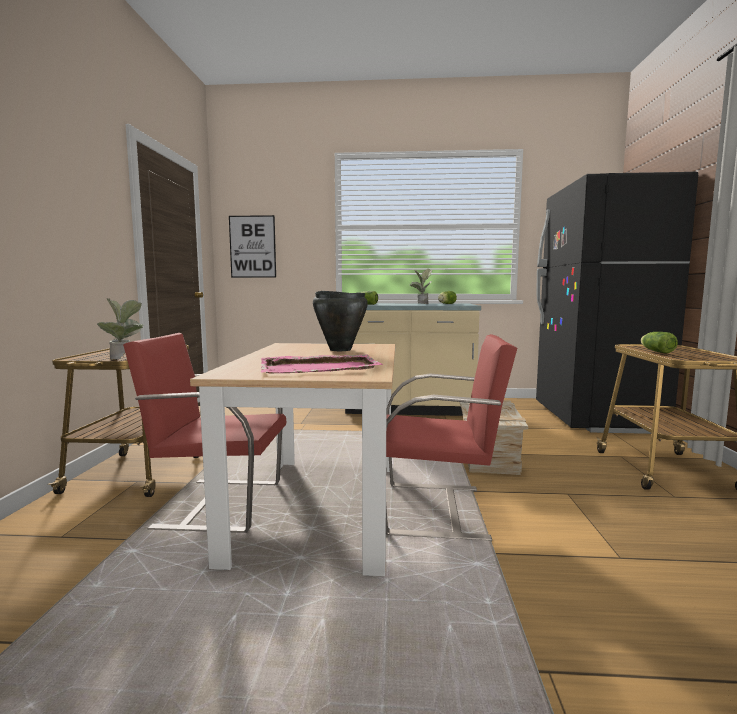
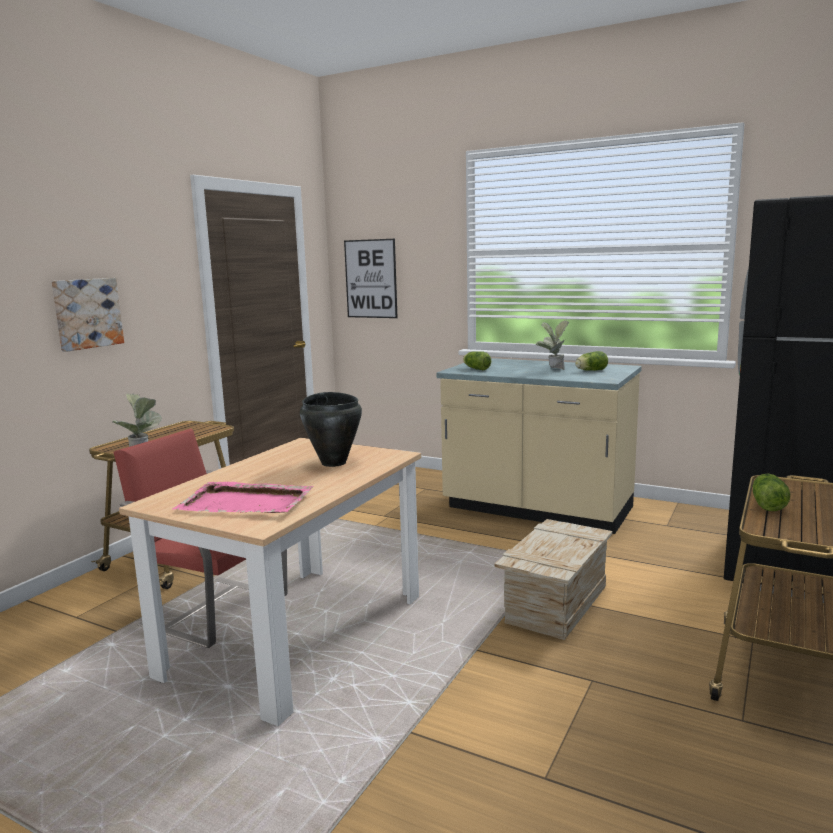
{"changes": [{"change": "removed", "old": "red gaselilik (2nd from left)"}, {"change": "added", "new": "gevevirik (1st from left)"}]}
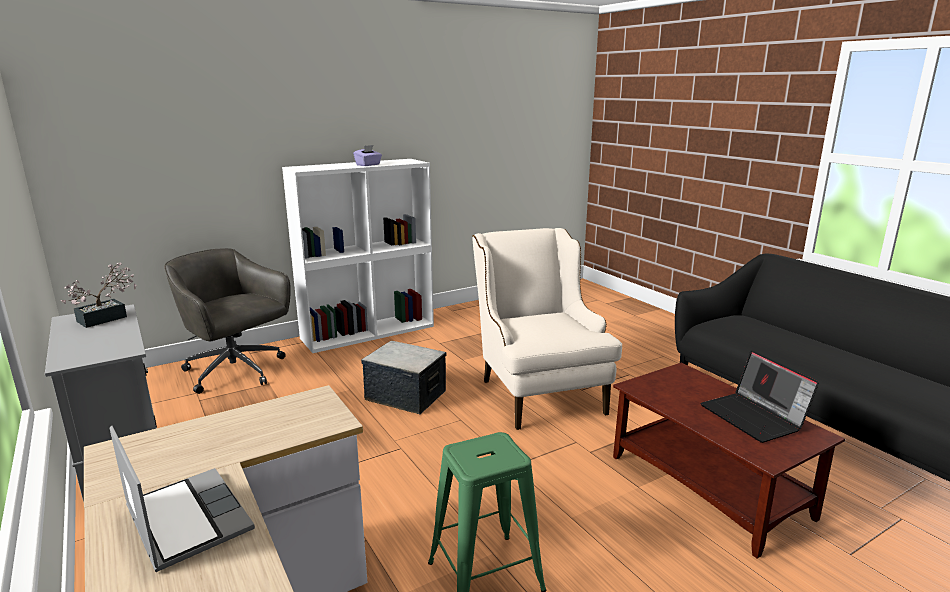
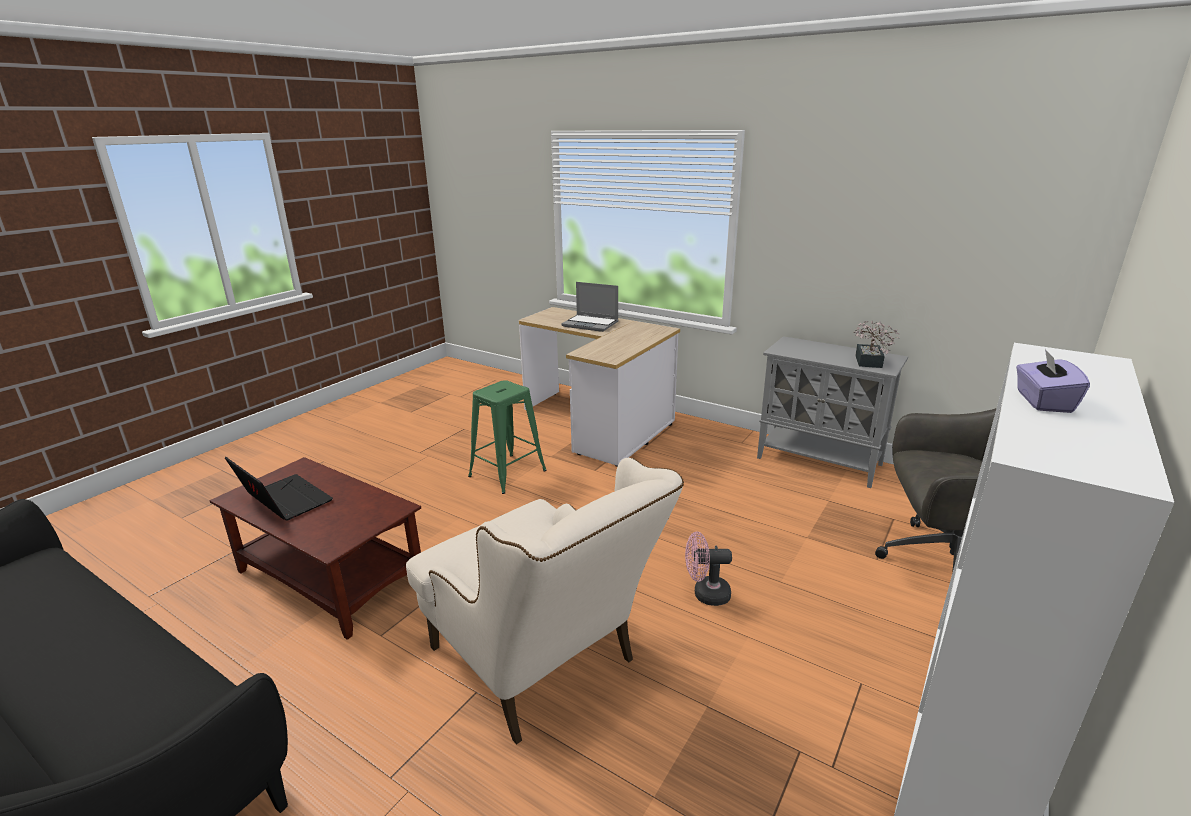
{"changes": [{"change": "replaced", "old": "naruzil", "new": "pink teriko"}]}
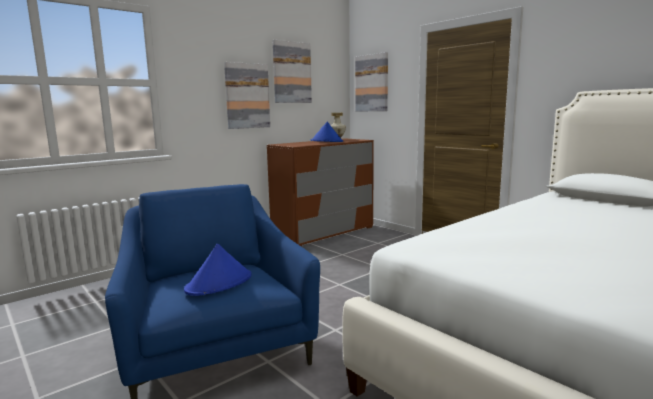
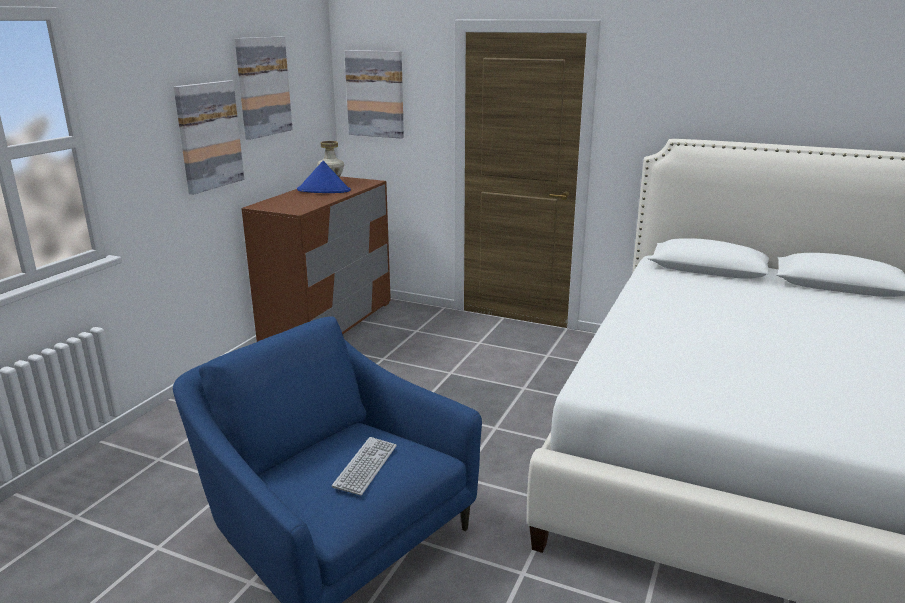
{"changes": [{"change": "replaced", "old": "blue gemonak (1st from left)", "new": "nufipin"}]}
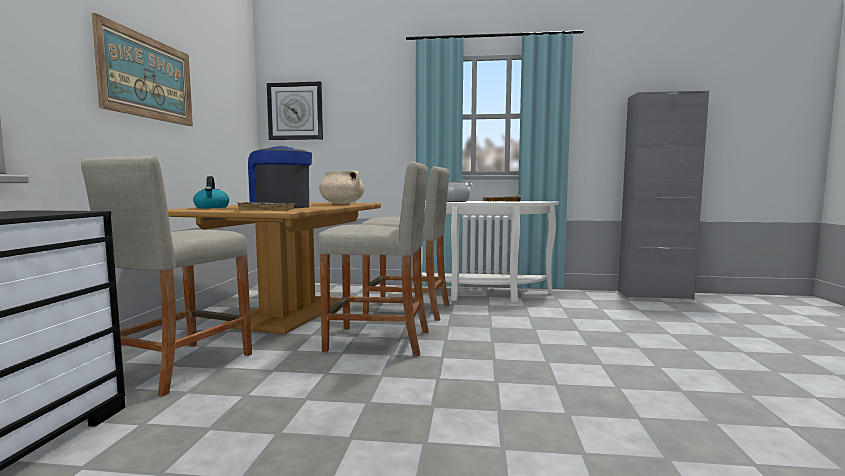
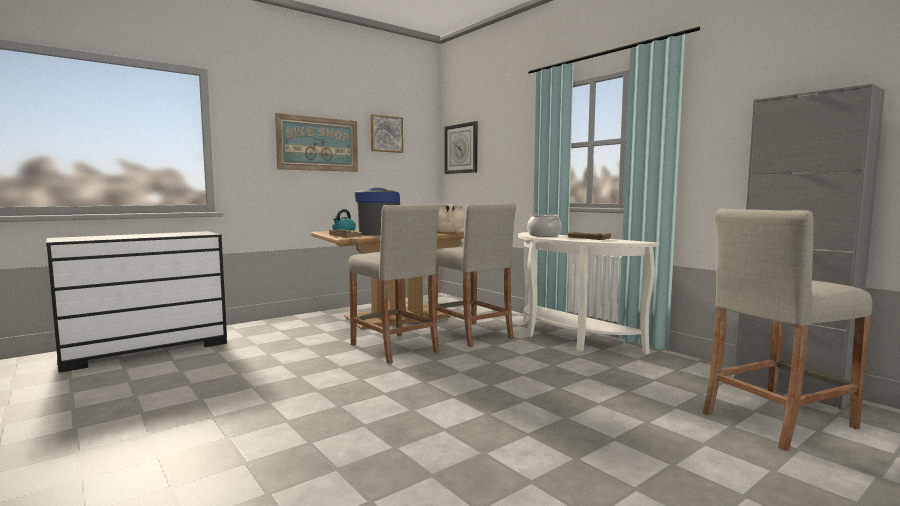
{"changes": [{"change": "moved", "old": "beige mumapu (1st from left in the first image)", "new": "beige mumapu (3rd from left)"}, {"change": "added", "new": "gevevirik (2nd from left)"}]}
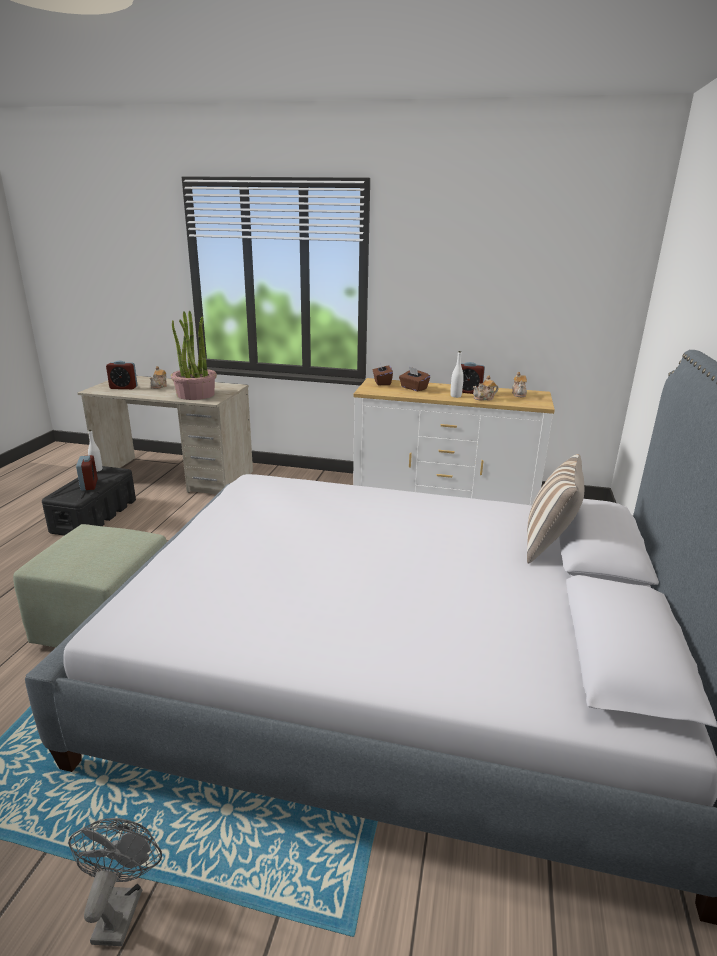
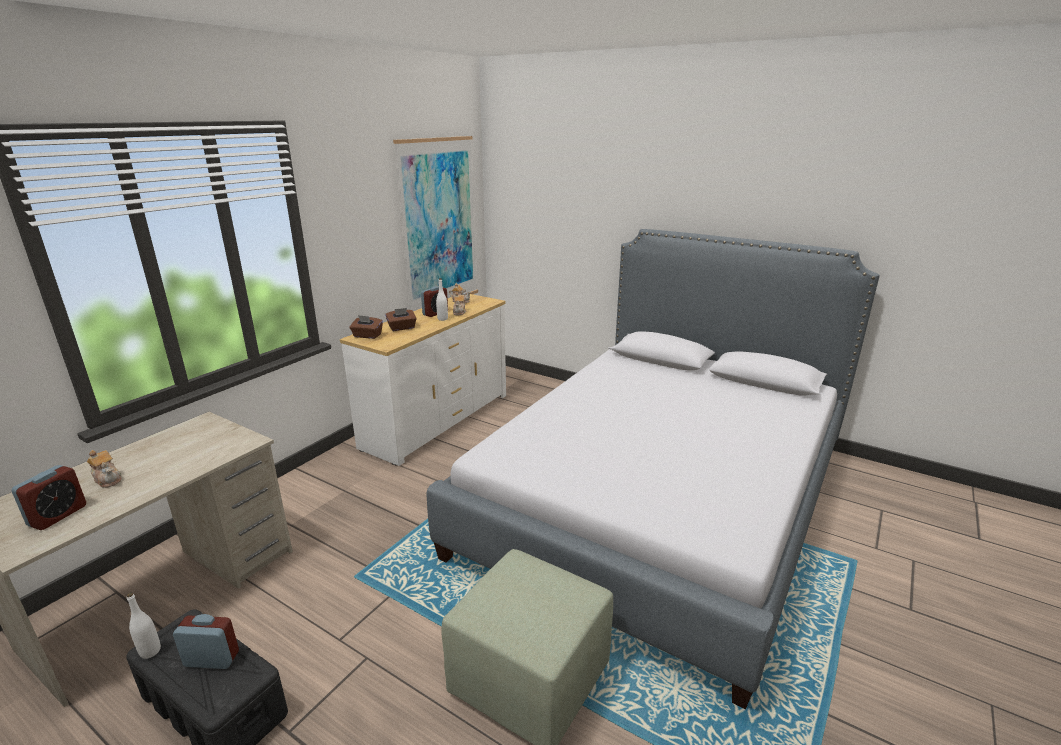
{"changes": [{"change": "removed", "old": "grey teriko"}, {"change": "removed", "old": "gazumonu"}, {"change": "removed", "old": "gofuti"}, {"change": "added", "new": "gevevirik"}]}
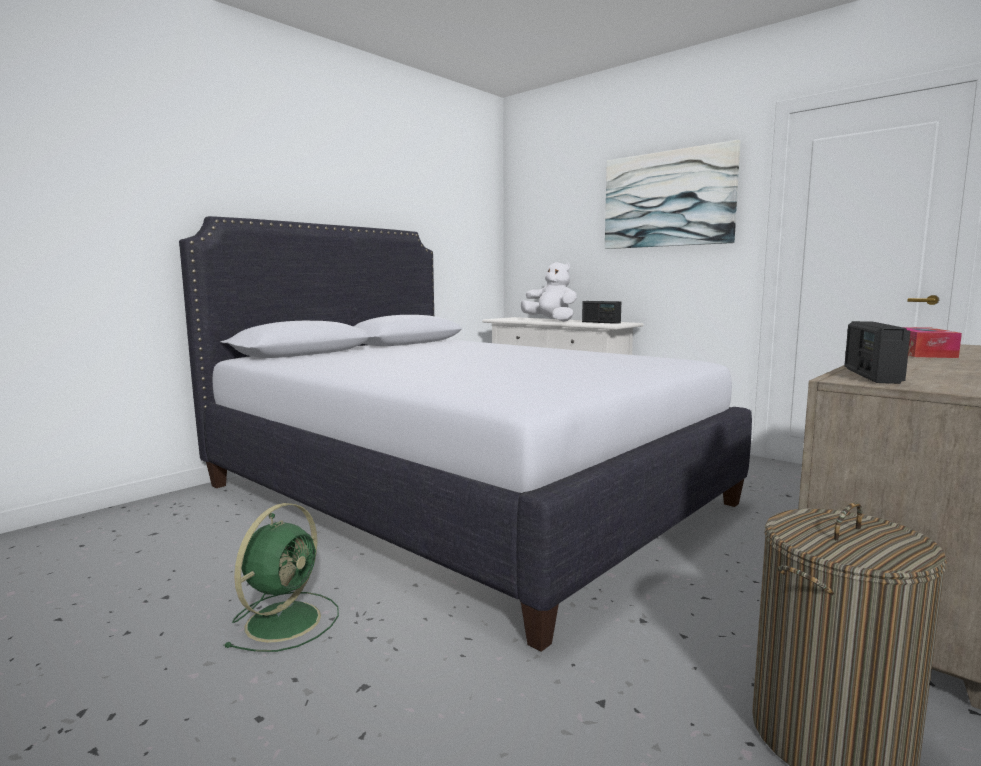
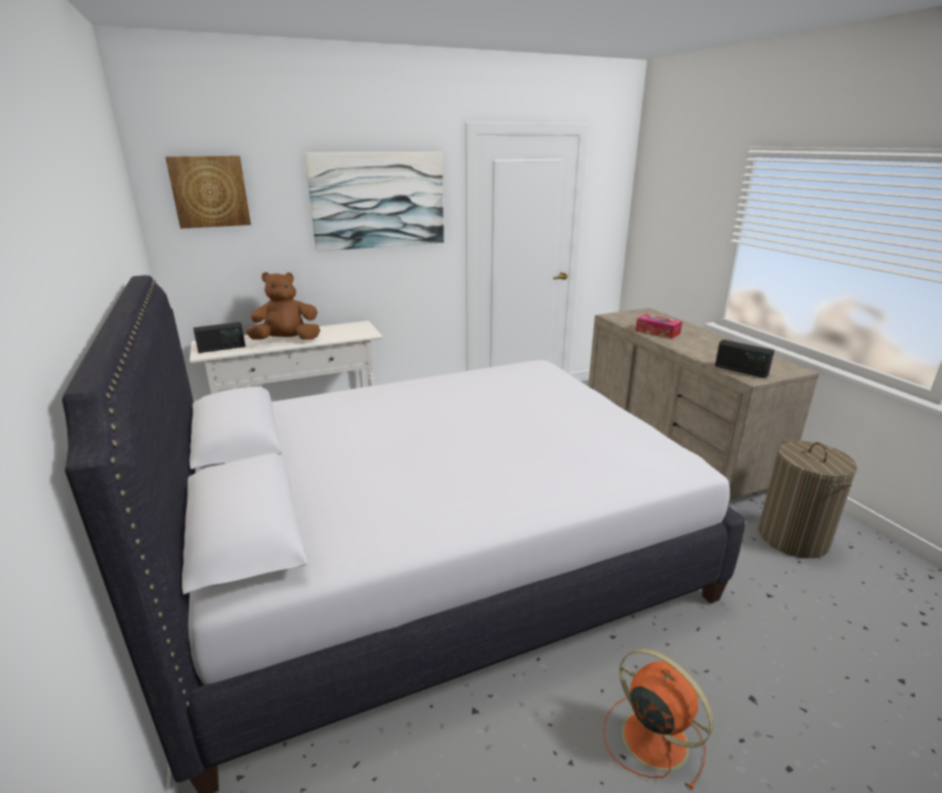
{"changes": [{"change": "recoloured", "old": "green teriko", "new": "orange teriko"}, {"change": "recoloured", "old": "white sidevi", "new": "brown sidevi"}, {"change": "moved", "old": "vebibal (1st from left)"}, {"change": "added", "new": "gevevirik (1st from left)"}]}
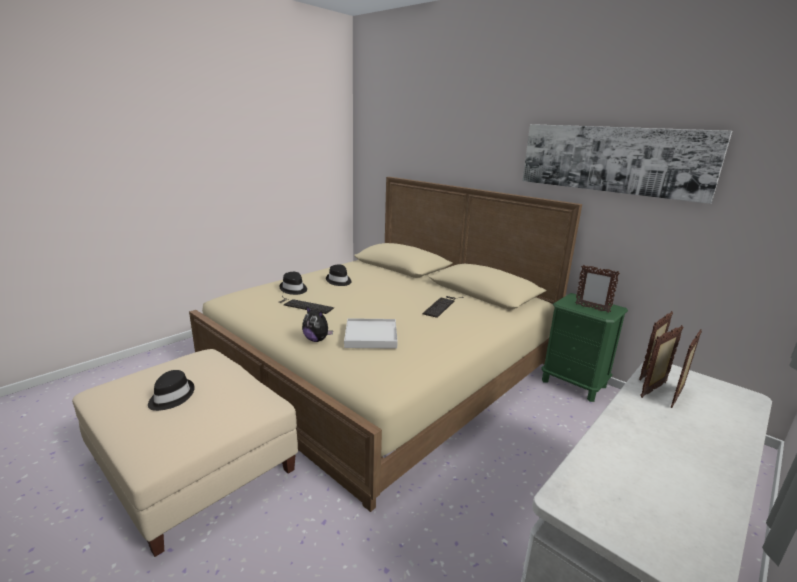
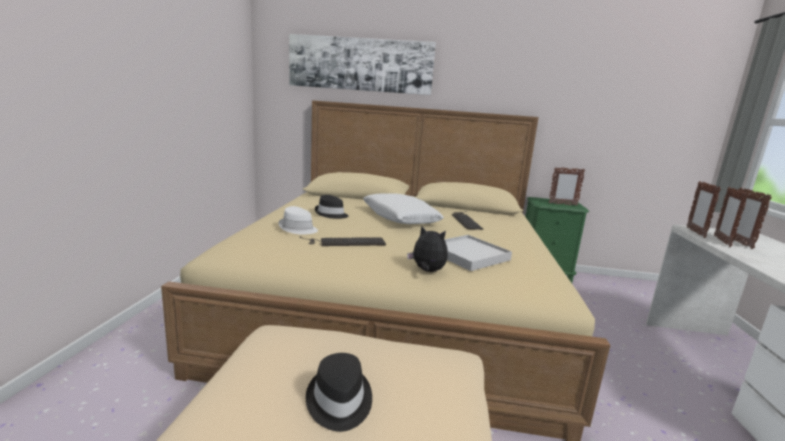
{"changes": [{"change": "recoloured", "old": "black gemonak (2nd from left)", "new": "white gemonak"}, {"change": "turned", "old": "sidevi", "degrees": -150}, {"change": "moved", "old": "gevevirik"}, {"change": "added", "new": "white gofuti"}]}
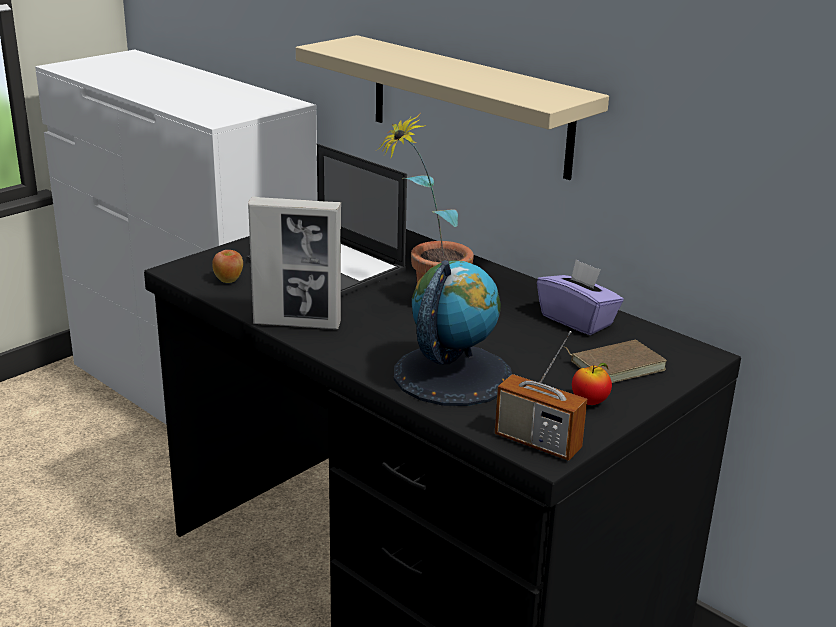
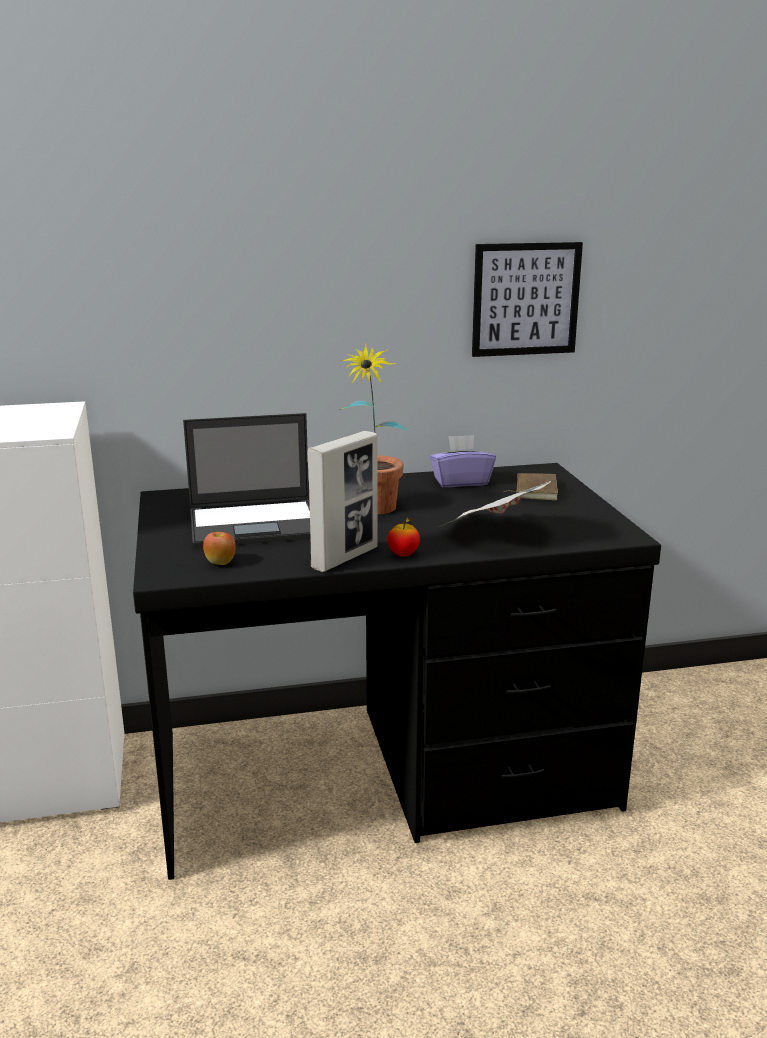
{"changes": [{"change": "removed", "old": "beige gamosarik"}, {"change": "replaced", "old": "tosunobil", "new": "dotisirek"}, {"change": "removed", "old": "vebibal"}, {"change": "moved", "old": "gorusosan (2nd from left)"}, {"change": "added", "new": "gevevirik"}]}
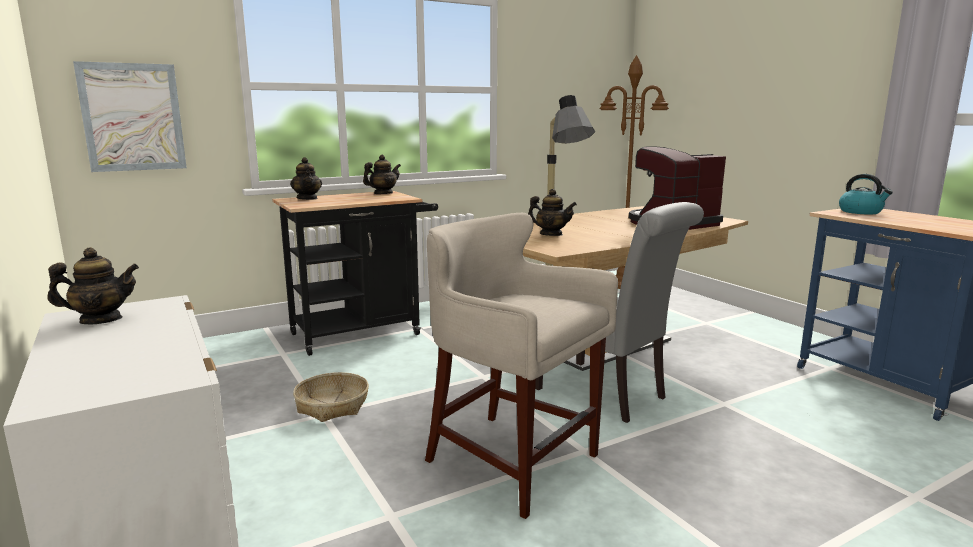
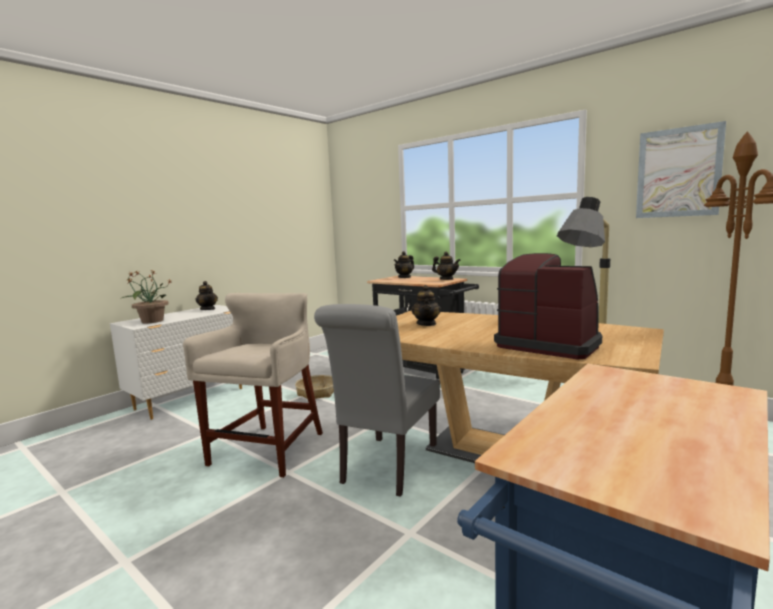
{"changes": [{"change": "moved", "old": "gevevirik"}, {"change": "removed", "old": "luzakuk"}, {"change": "added", "new": "gazumonu"}]}
